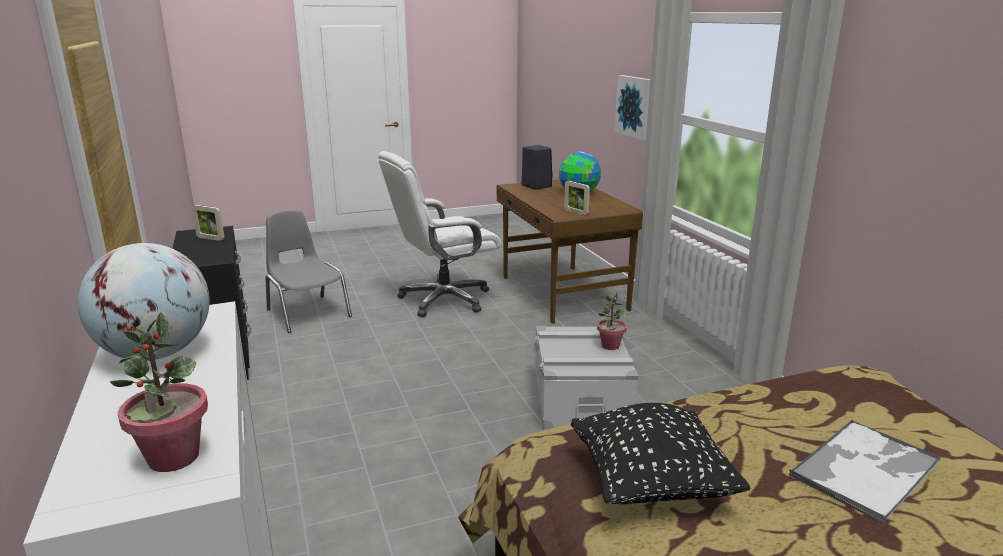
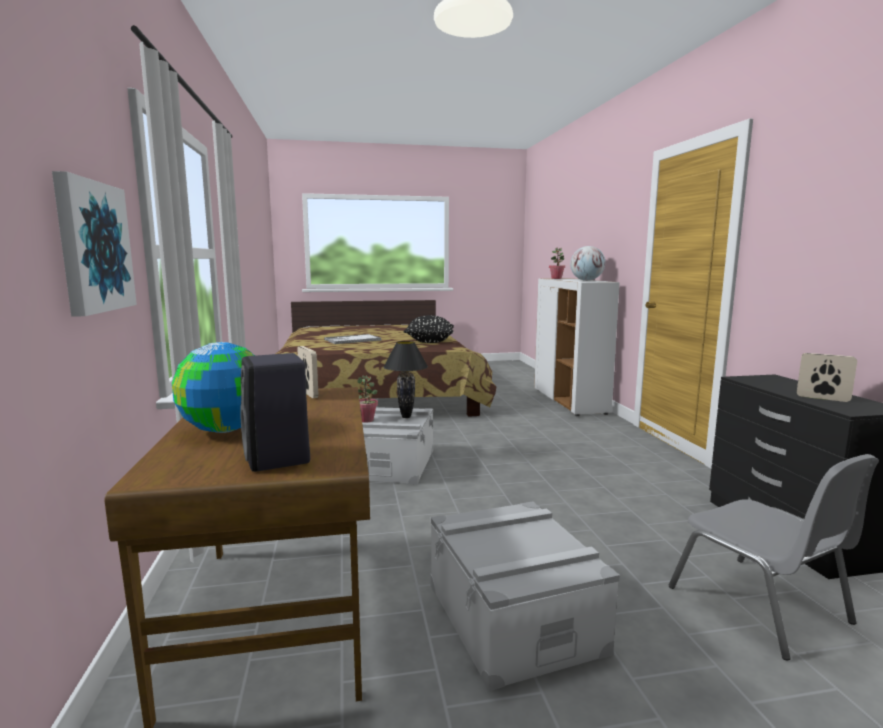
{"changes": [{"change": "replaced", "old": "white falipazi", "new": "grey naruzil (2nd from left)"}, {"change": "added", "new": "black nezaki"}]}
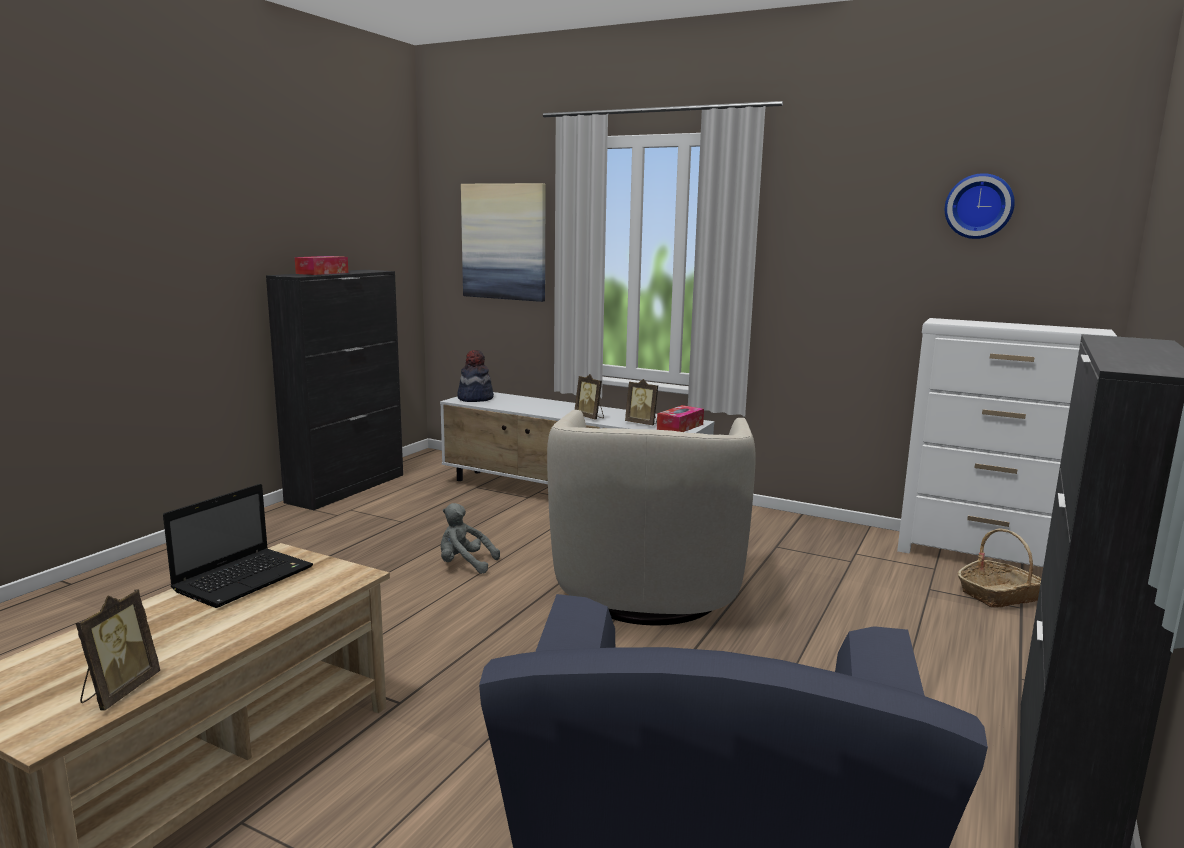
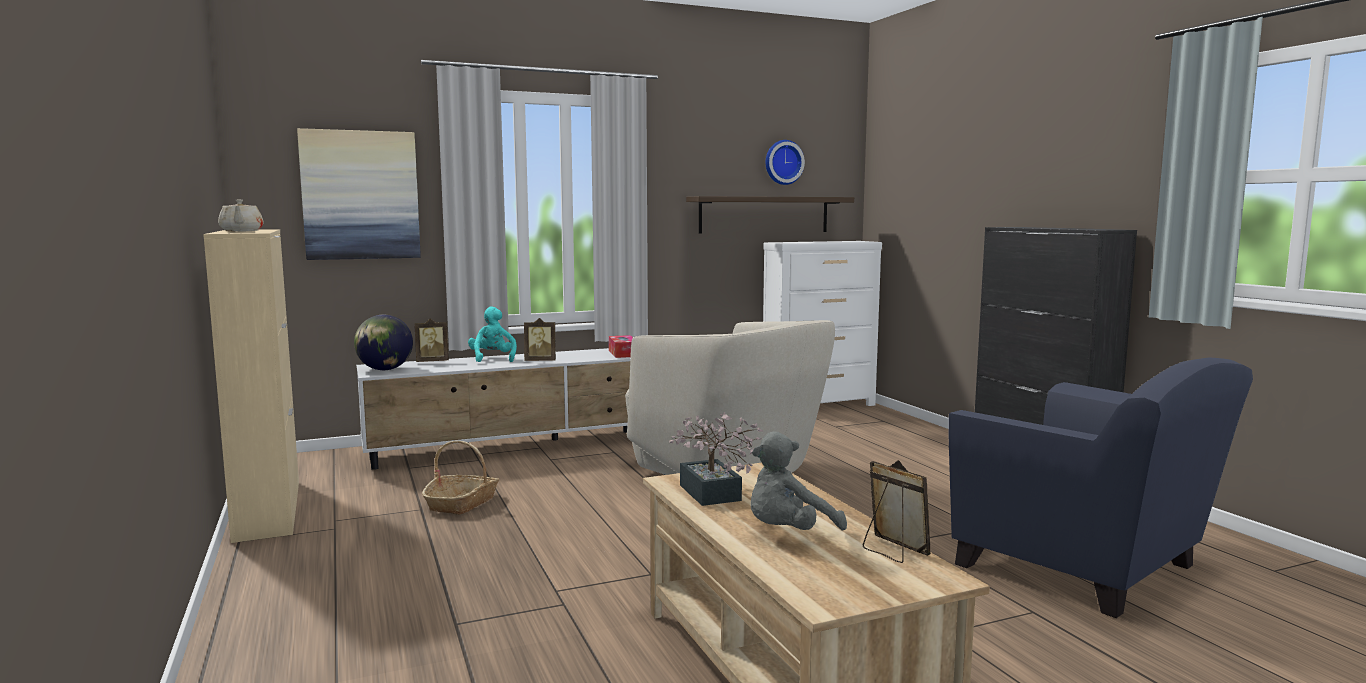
{"changes": [{"change": "replaced", "old": "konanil", "new": "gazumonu"}, {"change": "recoloured", "old": "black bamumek (1st from left)", "new": "beige bamumek"}, {"change": "replaced", "old": "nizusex (1st from left)", "new": "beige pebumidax"}, {"change": "moved", "old": "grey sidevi"}, {"change": "replaced", "old": "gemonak", "new": "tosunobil"}, {"change": "moved", "old": "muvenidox (3rd from left in the first image)", "new": "muvenidox (1st from left)"}, {"change": "moved", "old": "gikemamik"}, {"change": "added", "new": "turquoise sidevi"}, {"change": "added", "new": "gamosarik"}]}
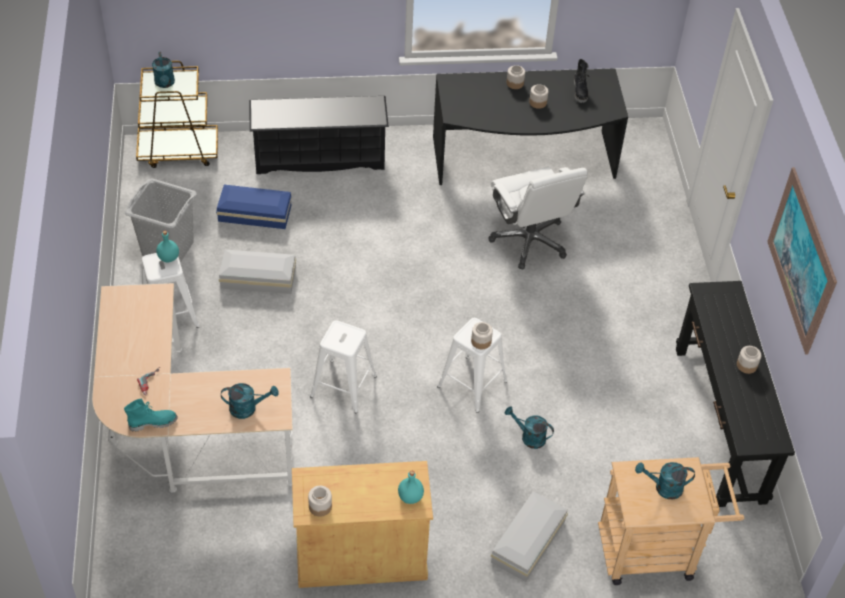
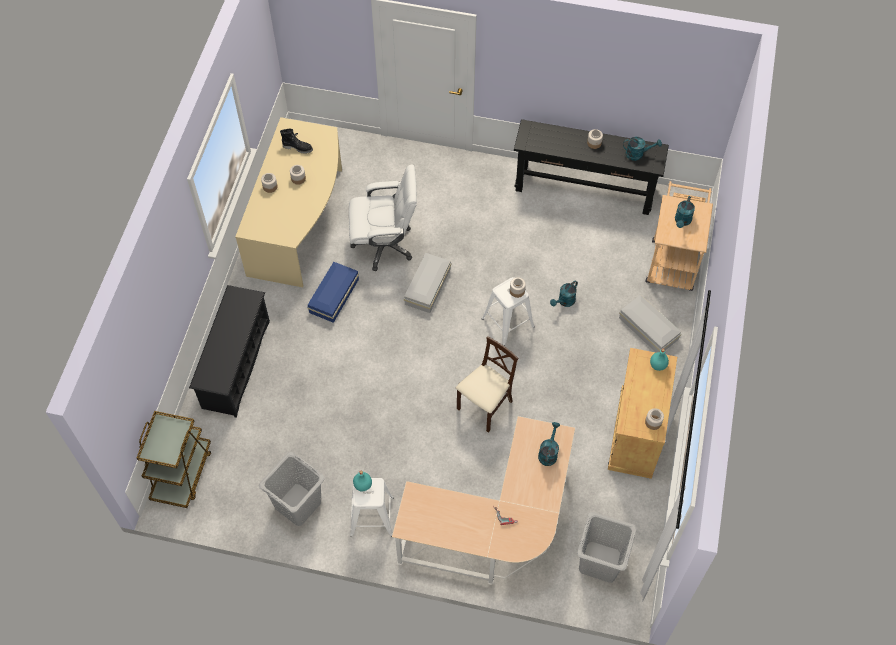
{"changes": [{"change": "removed", "old": "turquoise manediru"}, {"change": "moved", "old": "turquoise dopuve (1st from left in the first image)", "new": "turquoise dopuve (3rd from left)"}, {"change": "moved", "old": "blue naruzil"}, {"change": "moved", "old": "white naruzil (1st from left)"}, {"change": "replaced", "old": "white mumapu (2nd from left)", "new": "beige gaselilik"}, {"change": "recoloured", "old": "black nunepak", "new": "beige nunepak (1st from left)"}, {"change": "removed", "old": "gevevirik"}, {"change": "added", "new": "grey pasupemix (2nd from left)"}]}
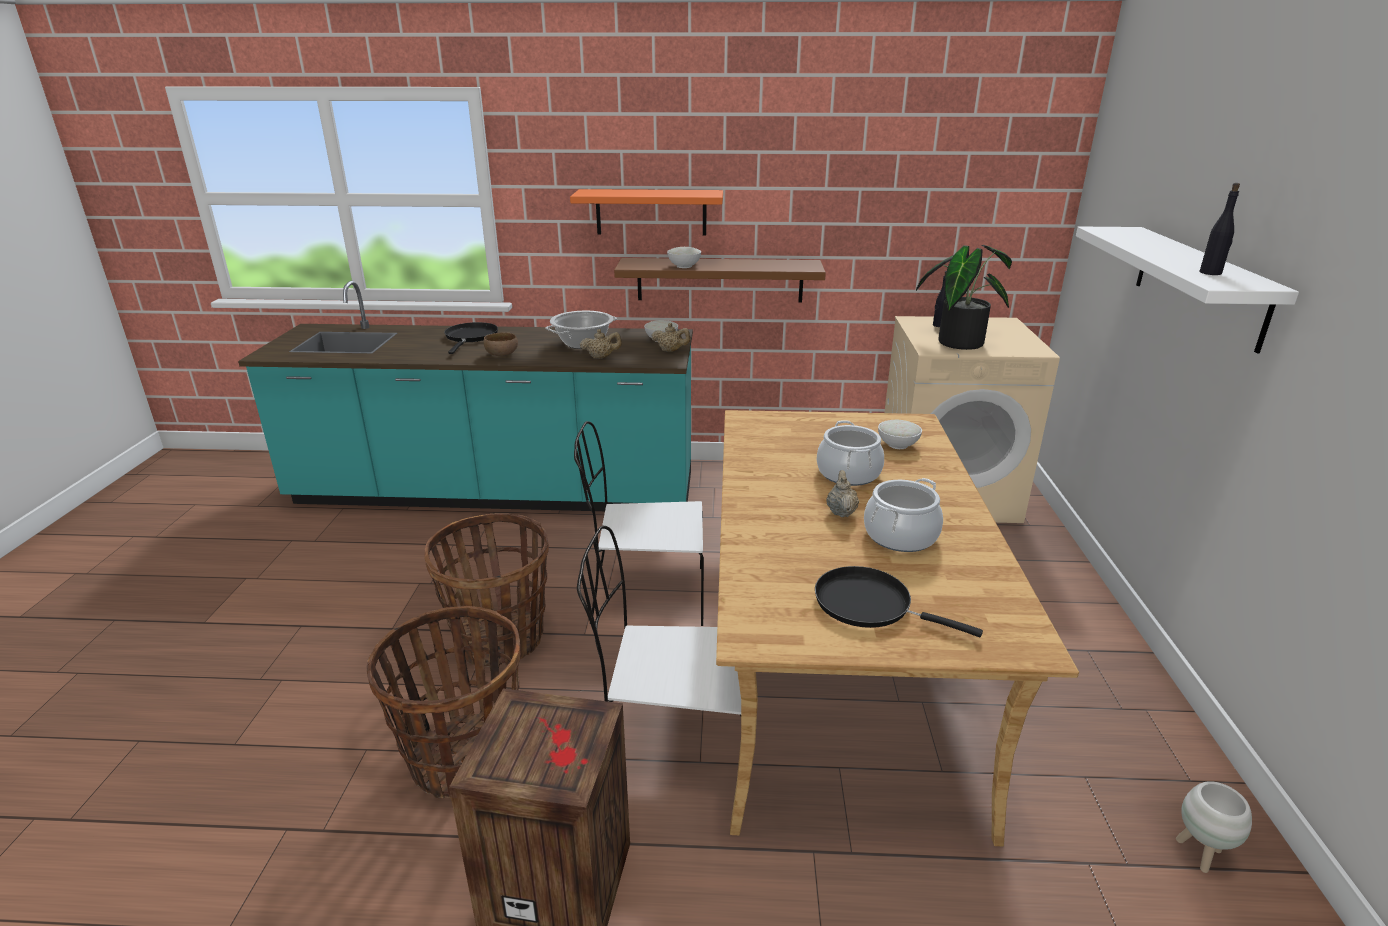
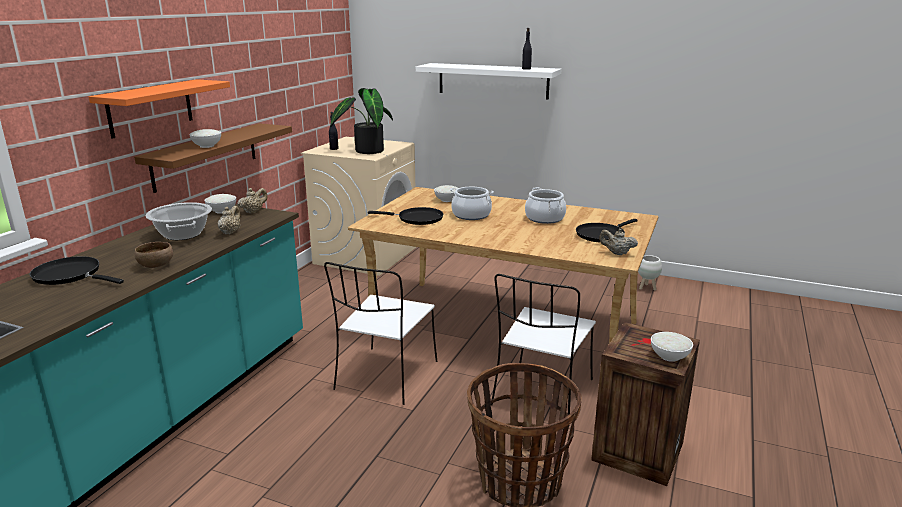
{"changes": [{"change": "removed", "old": "gikemamik (2nd from left)"}, {"change": "moved", "old": "beige pebumidax (3rd from left)"}, {"change": "added", "new": "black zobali (2nd from left)"}, {"change": "added", "new": "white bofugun (4th from left)"}]}
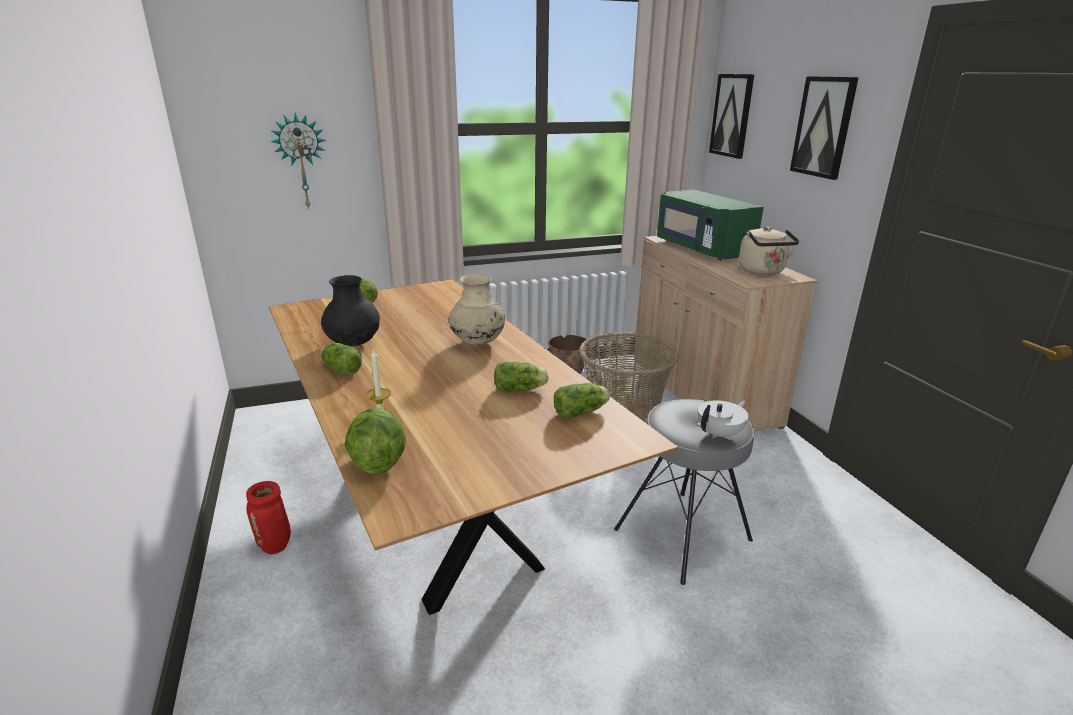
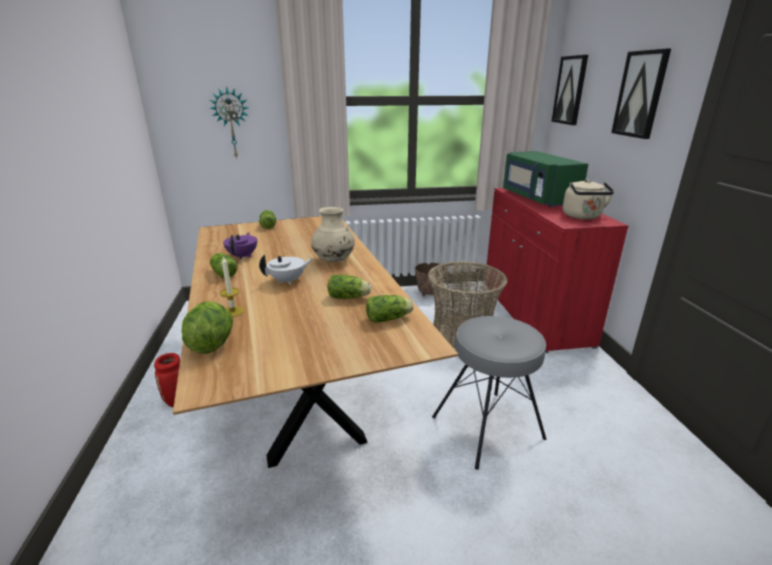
{"changes": [{"change": "replaced", "old": "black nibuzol", "new": "purple pebumidax"}, {"change": "recoloured", "old": "beige bamumek", "new": "red bamumek"}, {"change": "moved", "old": "white pebumidax"}]}
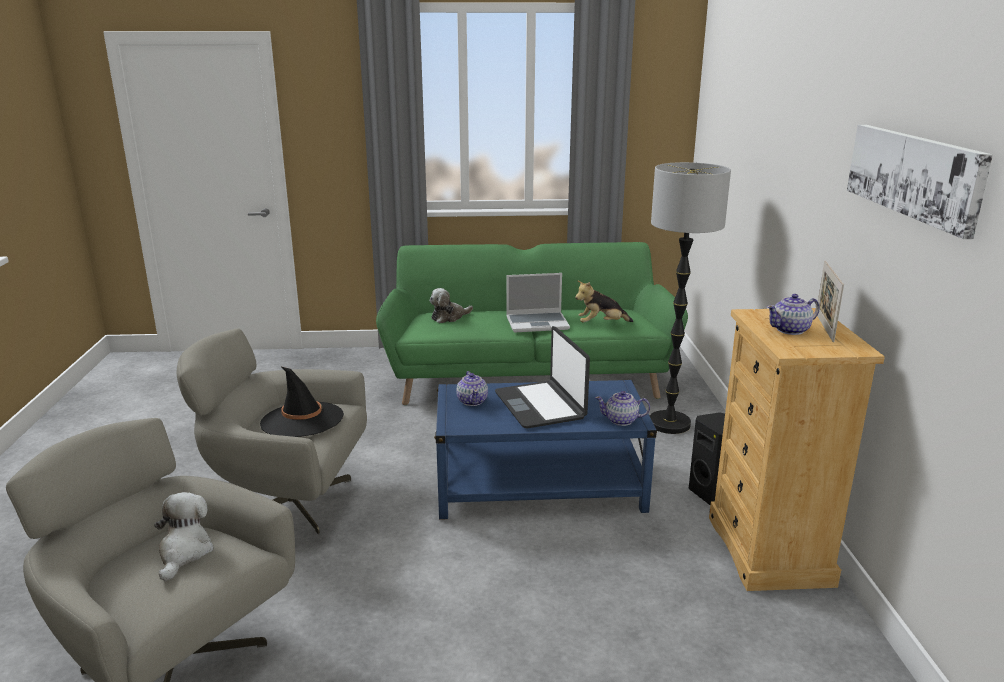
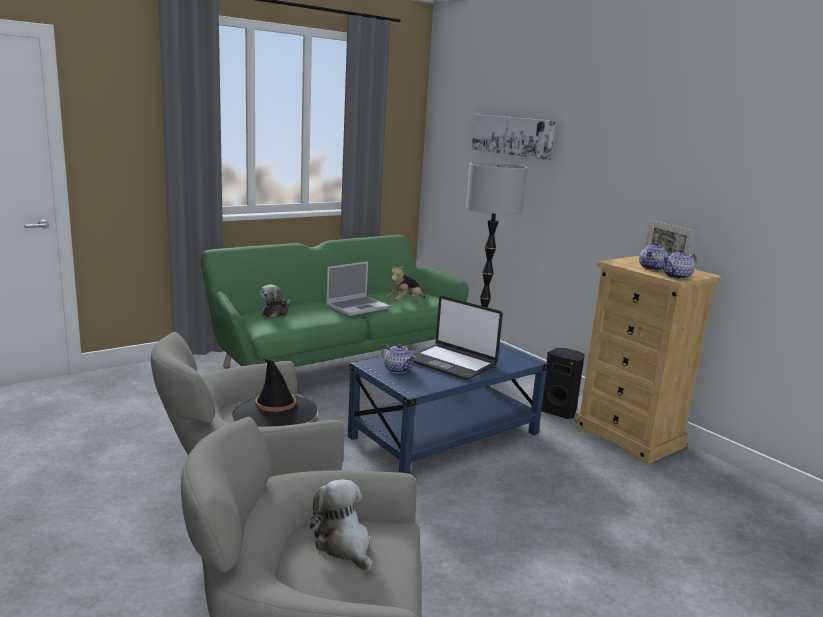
{"changes": [{"change": "moved", "old": "pebumidax (2nd from left in the first image)", "new": "pebumidax (3rd from left)"}, {"change": "moved", "old": "gevevirik"}]}
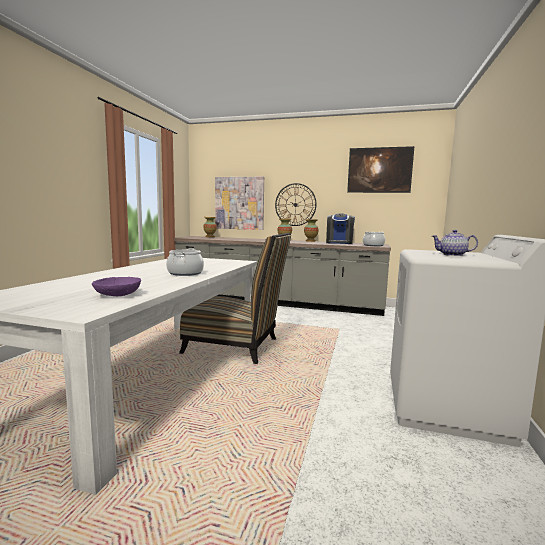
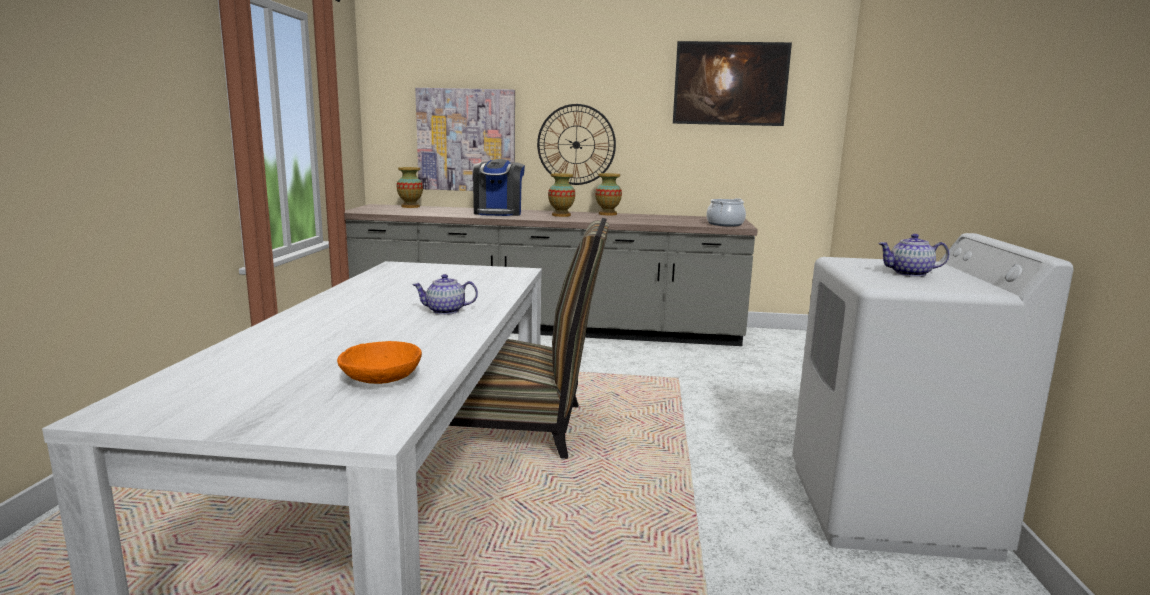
{"changes": [{"change": "recoloured", "old": "purple bofugun", "new": "orange bofugun"}, {"change": "replaced", "old": "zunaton (1st from left)", "new": "pebumidax (1st from left)"}, {"change": "moved", "old": "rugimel"}]}
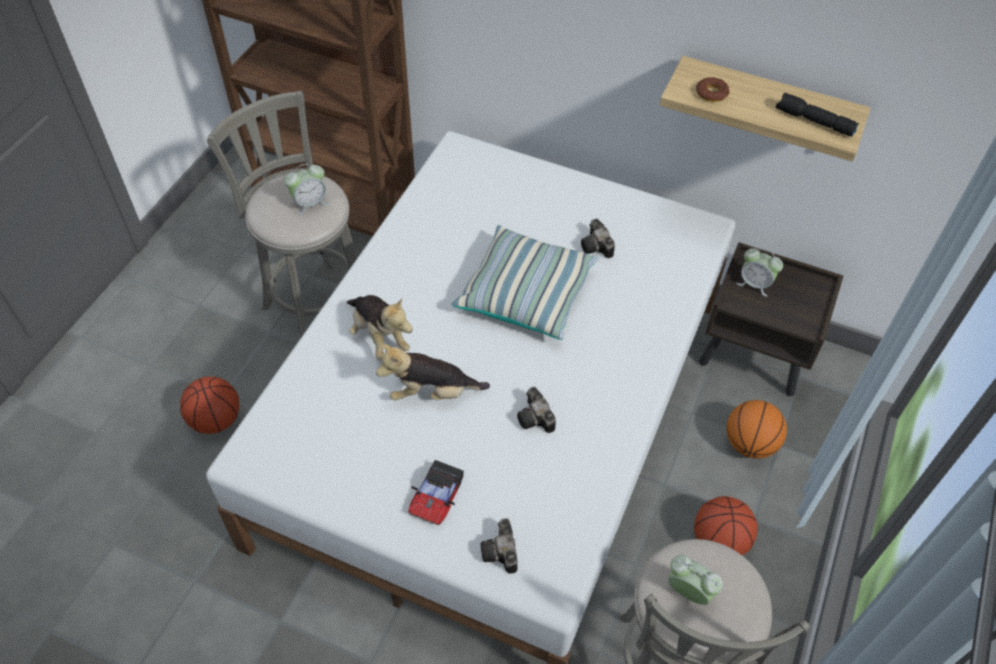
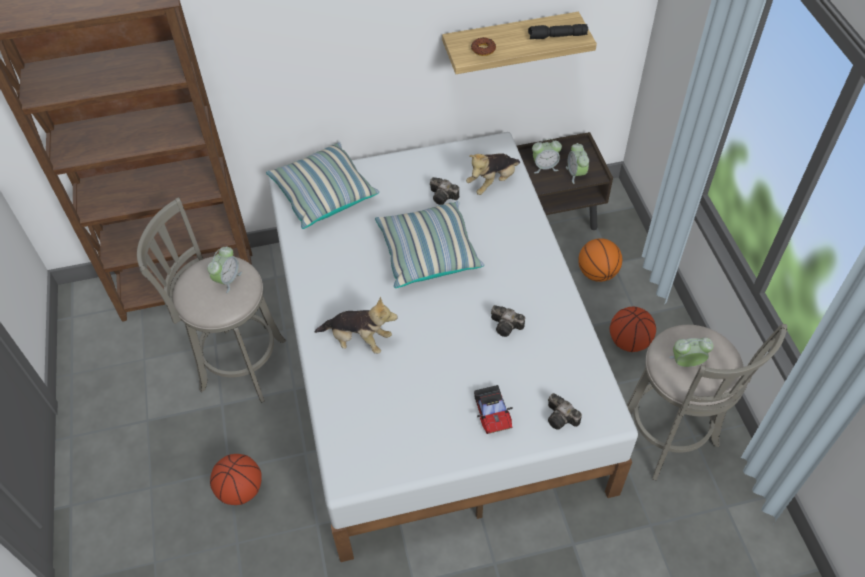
{"changes": [{"change": "moved", "old": "sidevi (2nd from left)"}, {"change": "added", "new": "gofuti (1st from left)"}, {"change": "added", "new": "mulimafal (3rd from left)"}]}
